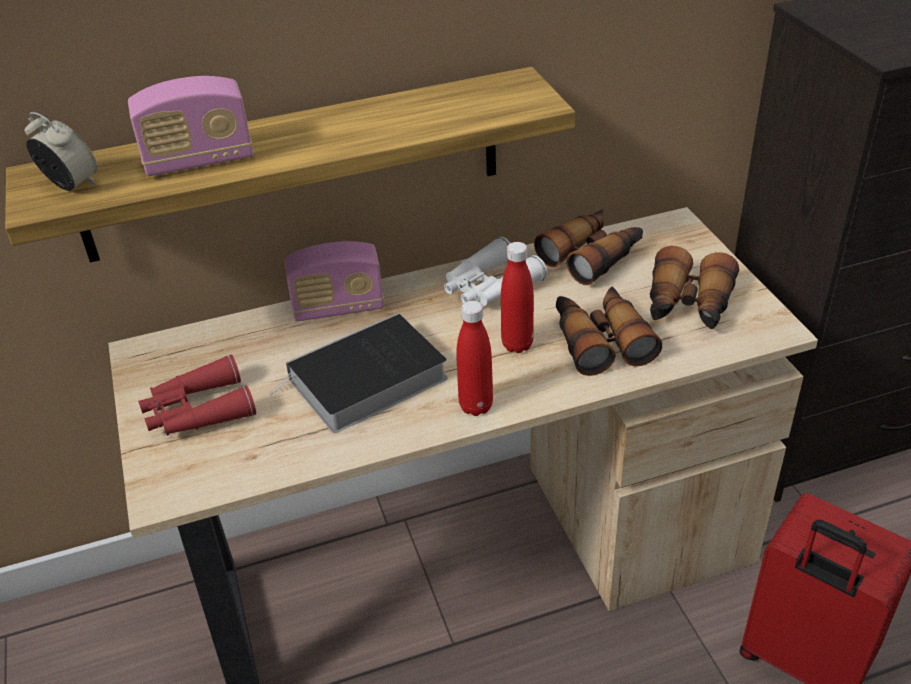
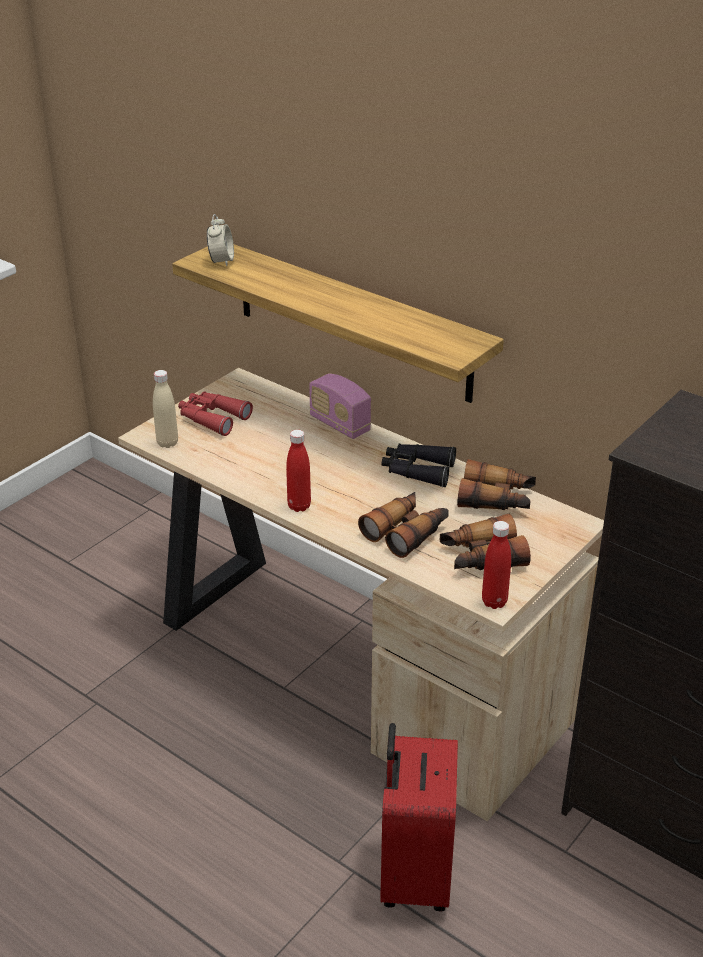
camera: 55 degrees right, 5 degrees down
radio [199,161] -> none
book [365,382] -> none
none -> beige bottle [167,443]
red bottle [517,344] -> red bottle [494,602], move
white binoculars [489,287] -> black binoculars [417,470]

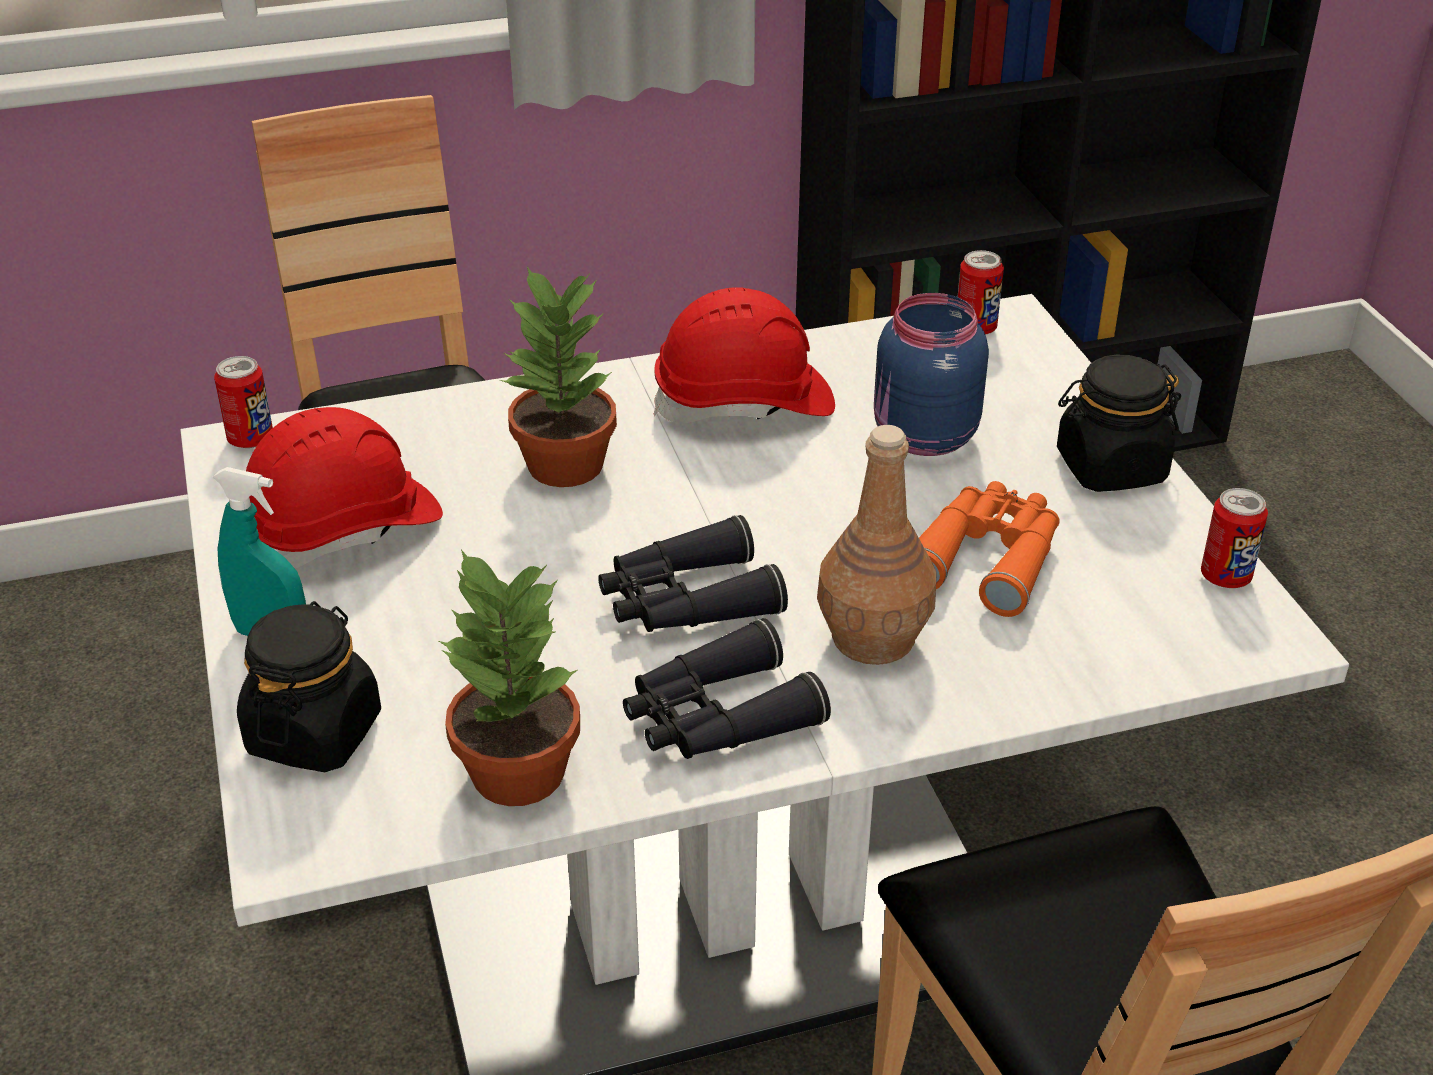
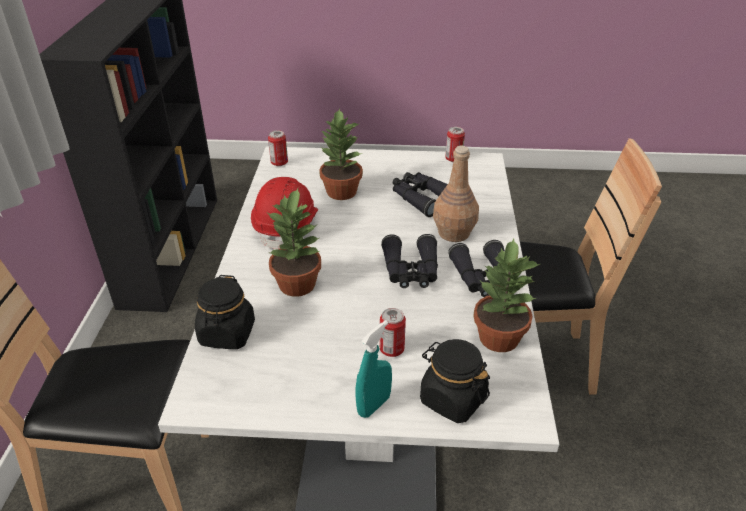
camera: 70 degrees left, 0 degrees up
red hard hat [344,529] -> none
can [250,439] -> can [391,349], move
black jar [1110,468] -> black jar [227,334], move
blue jar [922,437] -> potted plant [341,192]
orange binoculars [987,558] -> black binoculars [421,198]

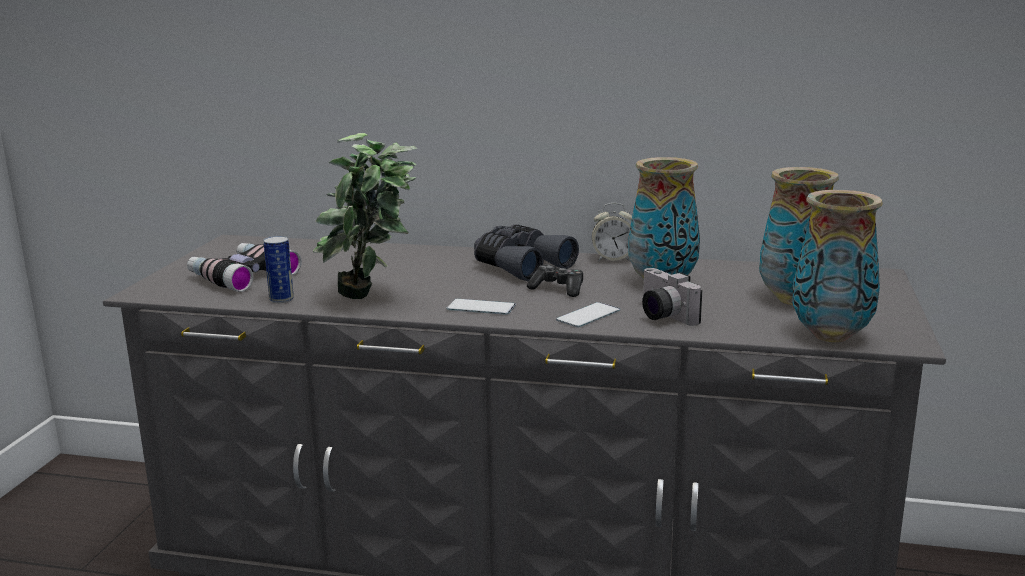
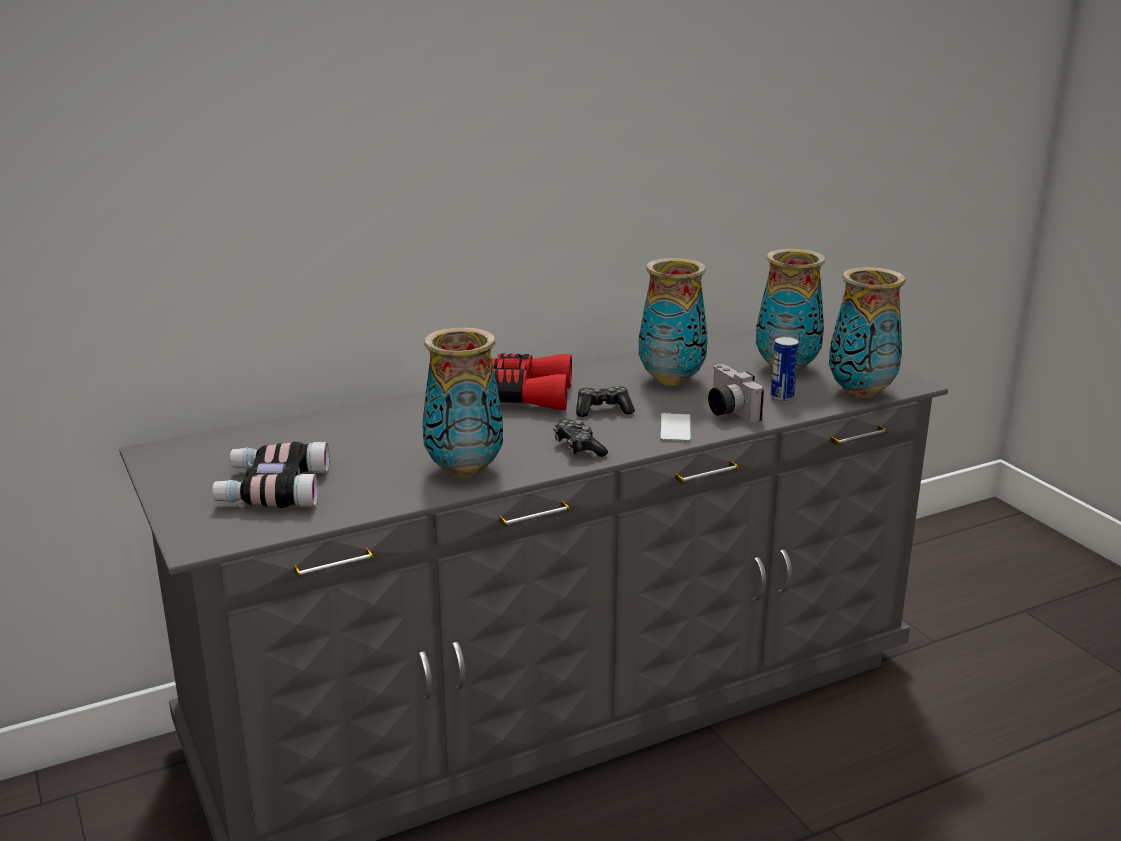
camera: 40 degrees left, 5 degrees up
alarm clock [612,259] -> none
can [281,299] -> can [782,398], move
potted plant [372,299] -> vase [465,470]
phone [481,307] -> game controller [578,448]
grey binoculars [520,266] -> red binoculars [525,396]
photo camera [661,316] -> photo camera [726,411], 45 degrees clockwise

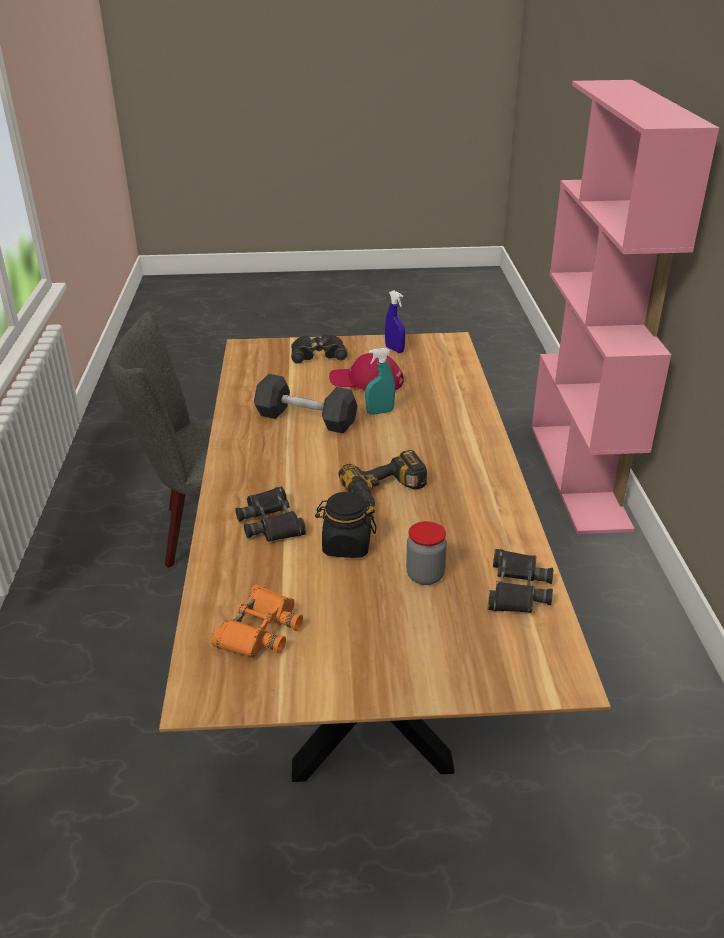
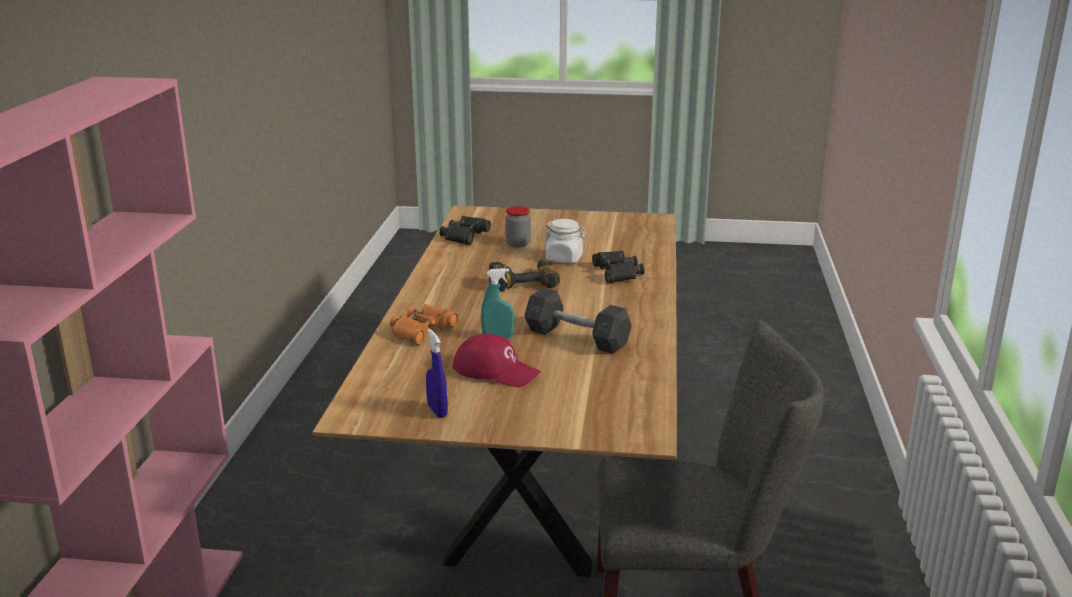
camera: 170 degrees left, 10 degrees down
black binoculars [318,354] -> none
orange binoculars [260,630] -> orange binoculars [422,330], move
black jar [346,545] -> white jar [564,259]

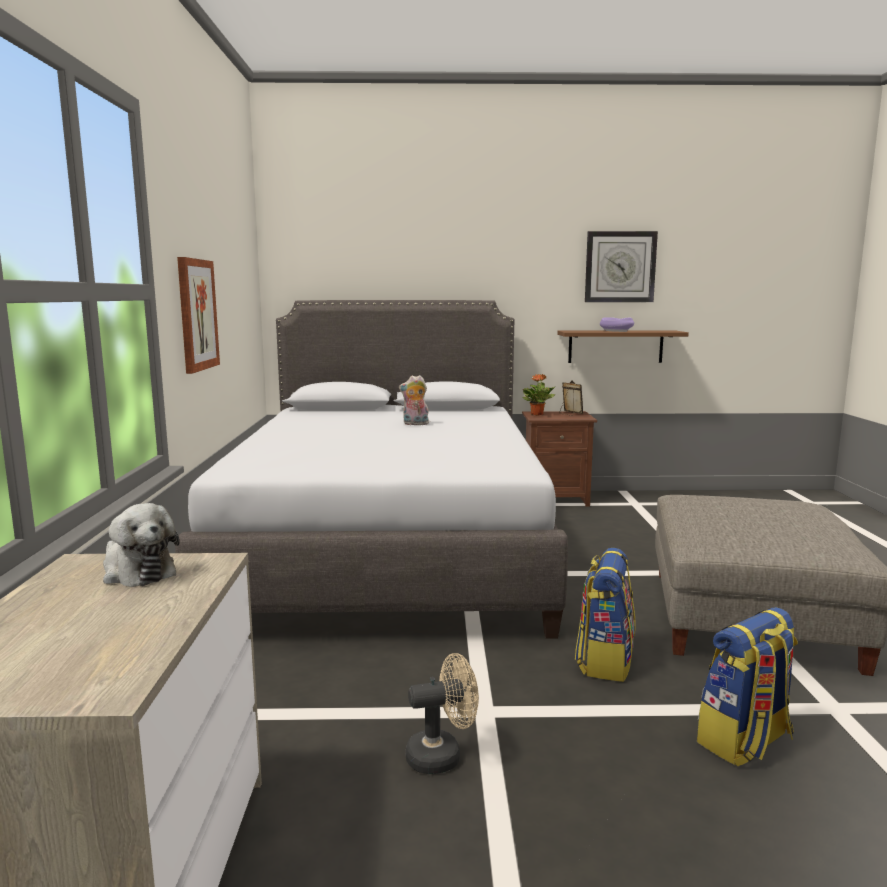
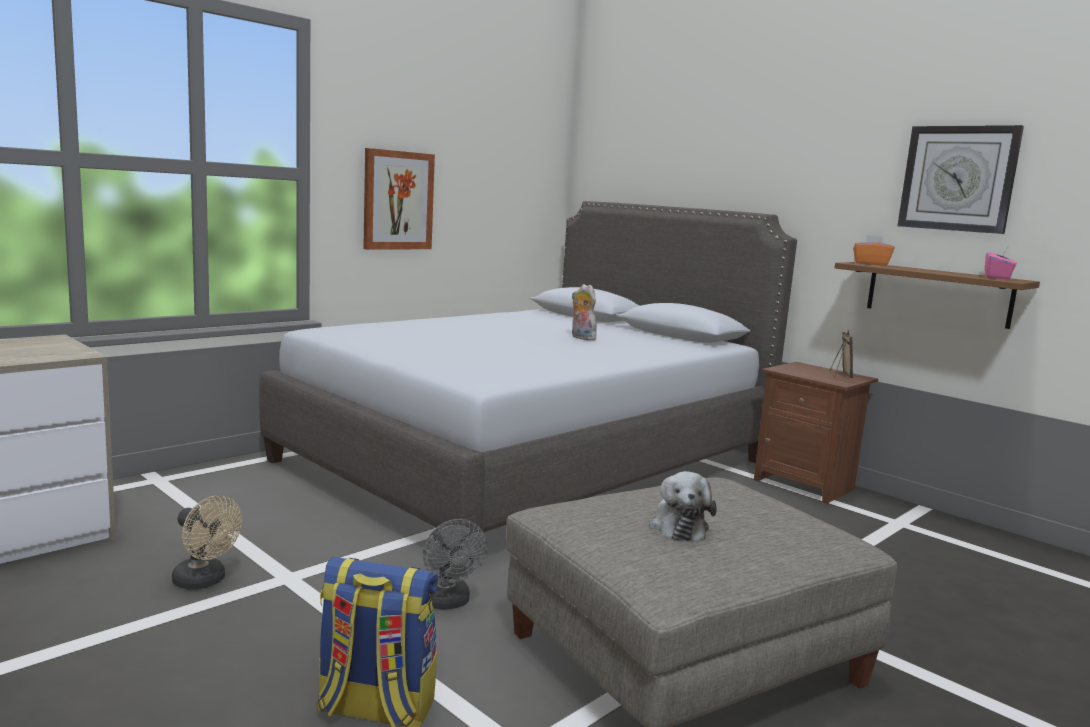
camera: 45 degrees right, 0 degrees up
potted plant [537,414] -> none
purple bowl [616,331] -> none
none -> orange tissue box [870,264]
none -> pink tissue box [997,278]
plush toy [137,571] -> plush toy [678,526], move
backpack [604,660] -> grey fan [448,603]

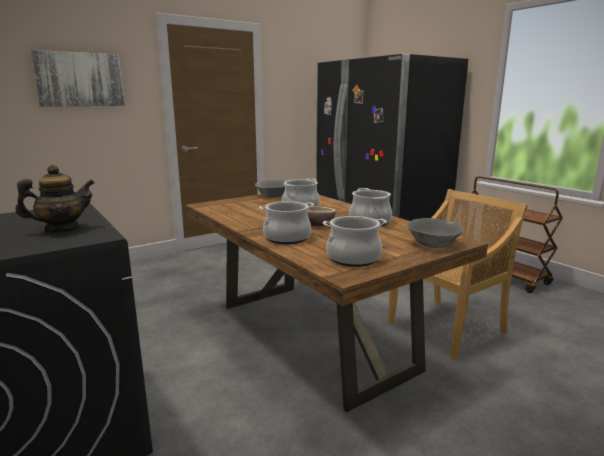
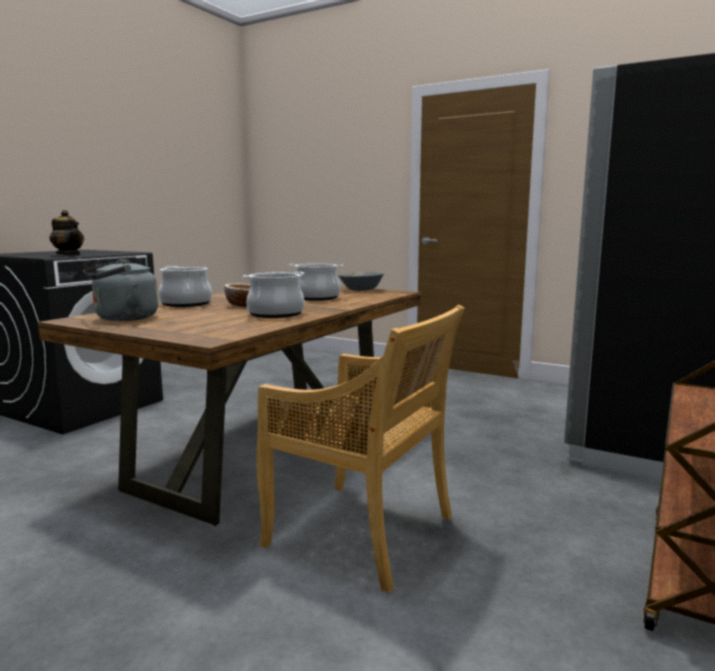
camera: 65 degrees right, 5 degrees down
picture [80,79] -> none
grey bowl [432,244] -> none
cooking pot [353,258] -> grey kettle [122,318]

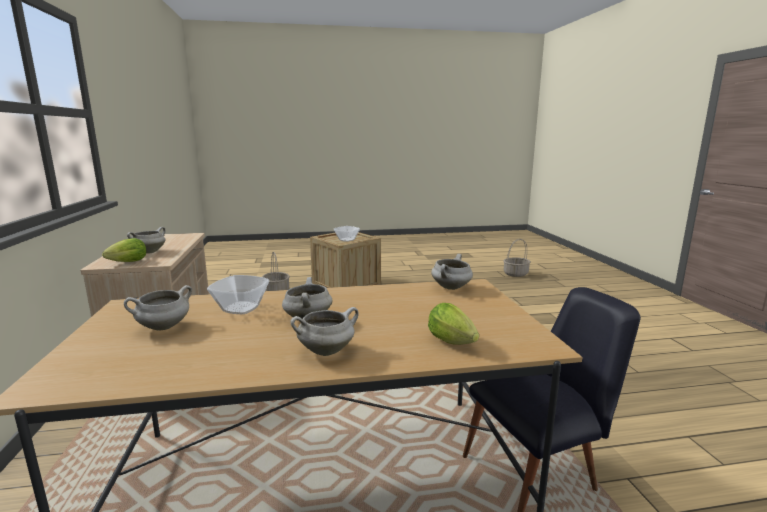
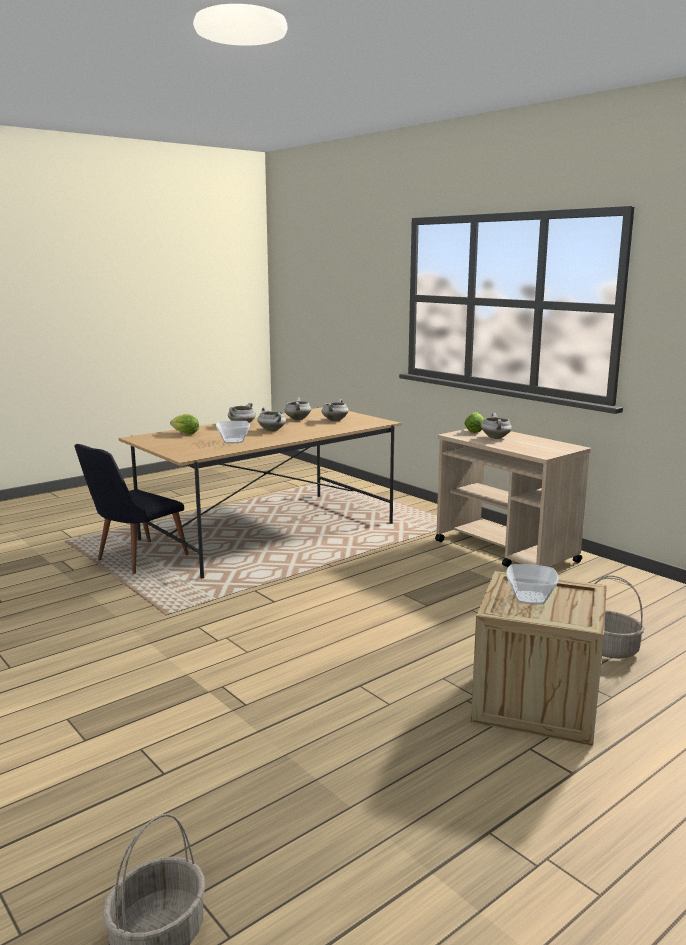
camera: 150 degrees right, 0 degrees up
bowl [242,308] -> bowl [233,441], move
white cooking pot [451,288] -> white cooking pot [297,419], move

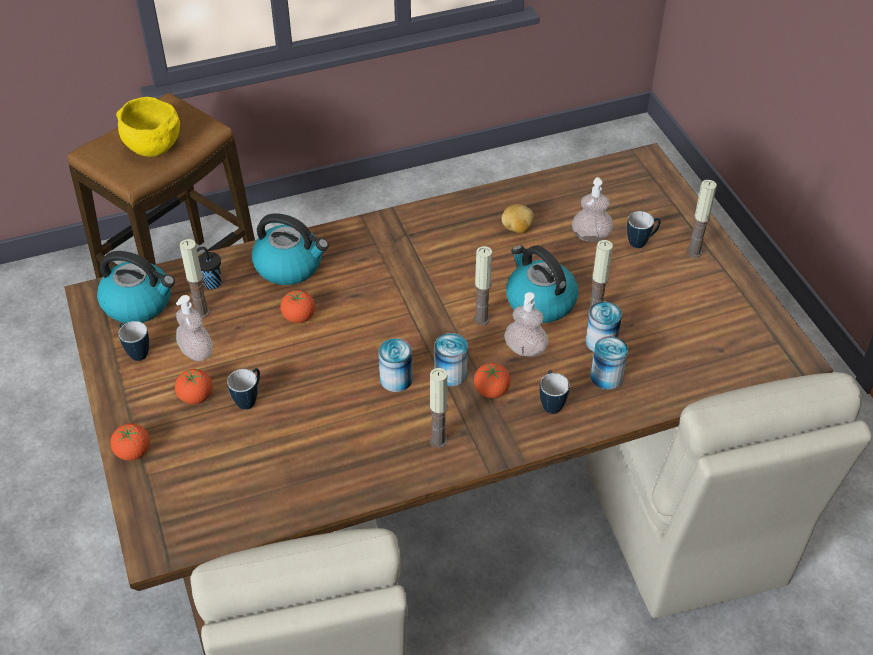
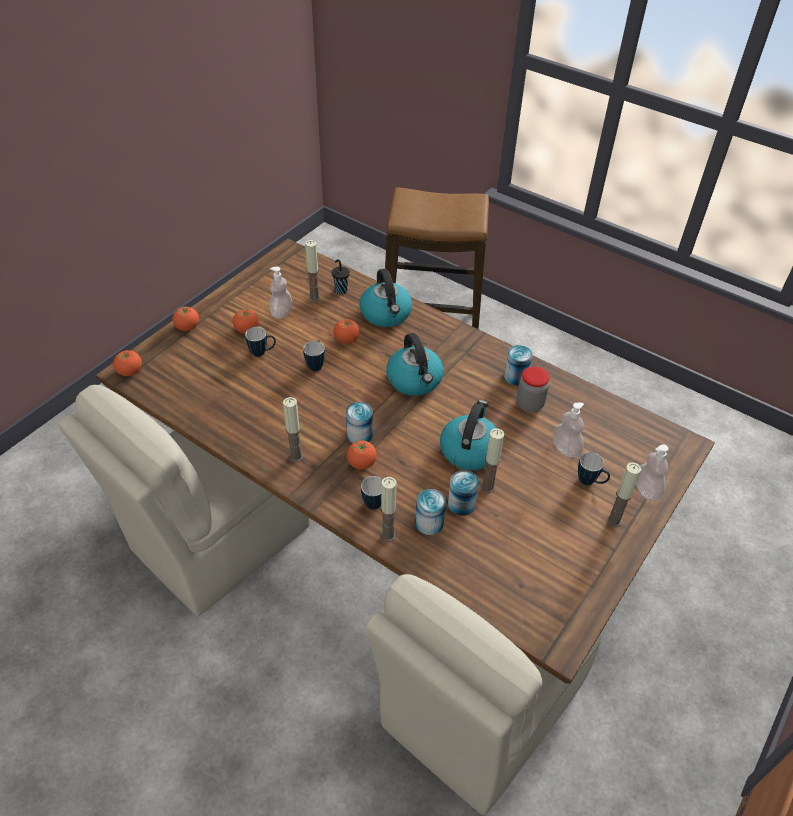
camera: 55 degrees right, 0 degrees up
yellow bowl [151,147] -> none
none -> tomato [130,372]
kettle [139,303] -> kettle [415,380], move
mug [136,352] -> mug [316,364], move
can [396,379] -> can [516,376], move
candle [481,319] -> candle [388,535], move
soap dispenser [525,349] -> soap dispenser [646,490], move
potato [517,229] -> jar [530,404]

